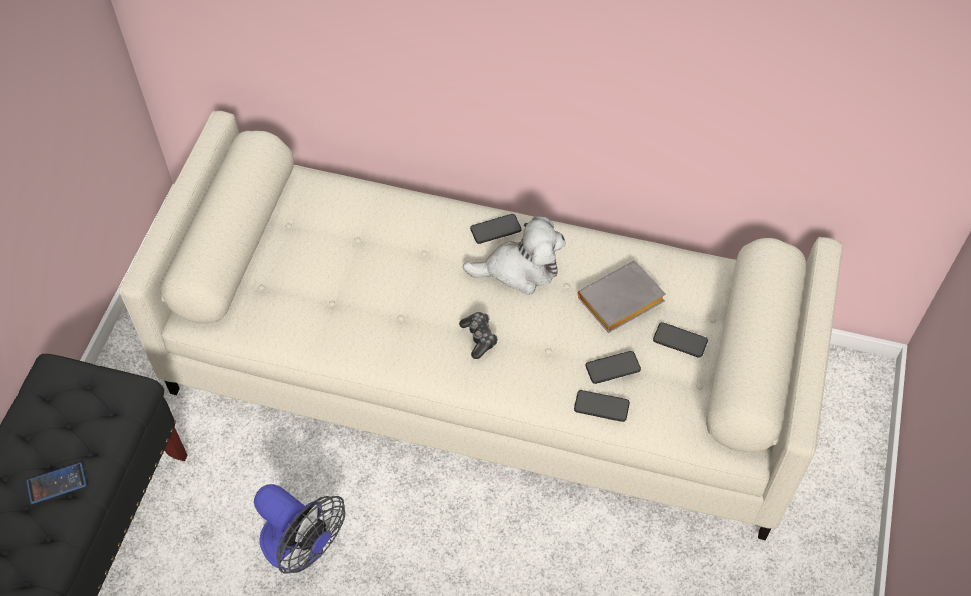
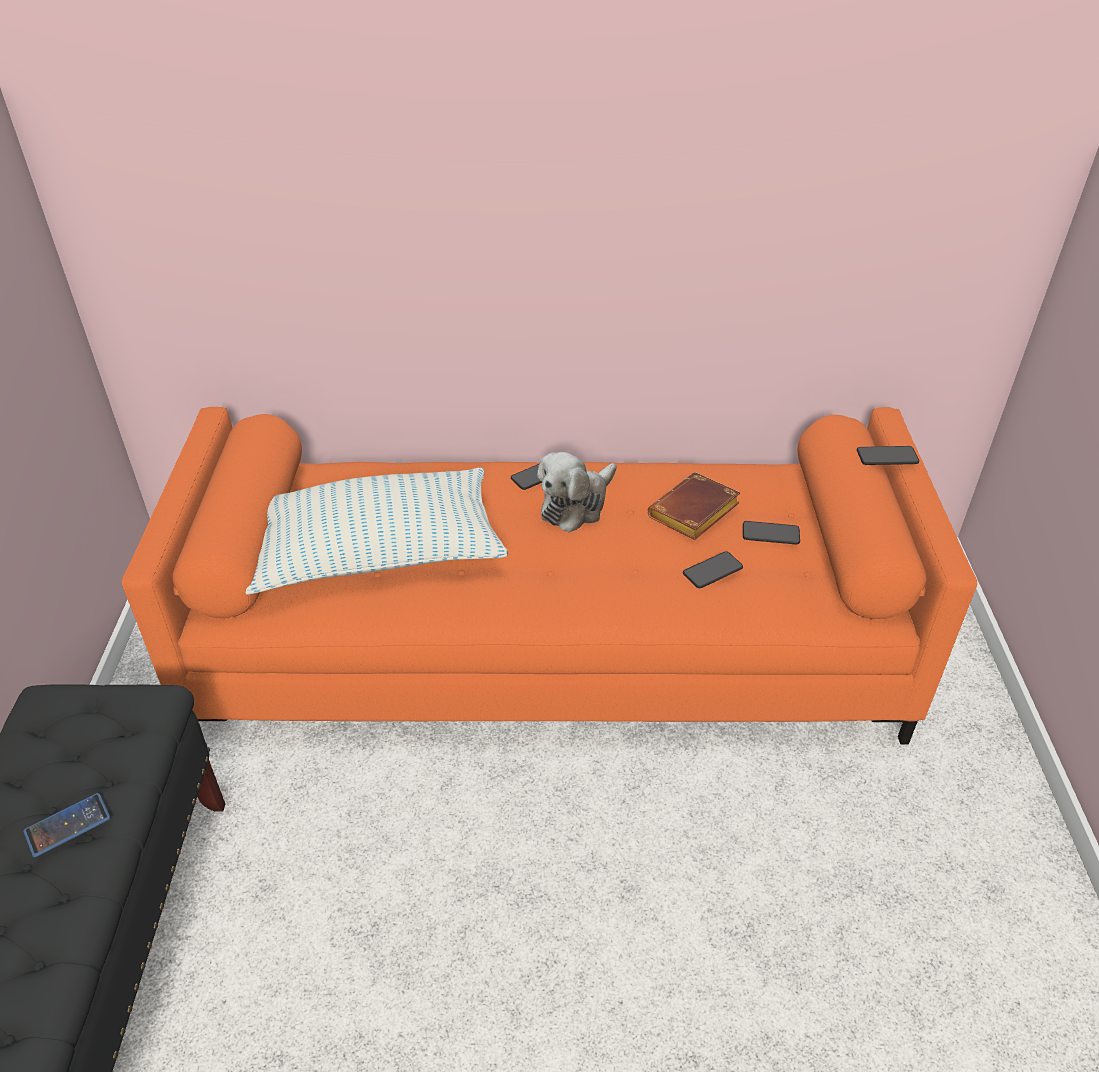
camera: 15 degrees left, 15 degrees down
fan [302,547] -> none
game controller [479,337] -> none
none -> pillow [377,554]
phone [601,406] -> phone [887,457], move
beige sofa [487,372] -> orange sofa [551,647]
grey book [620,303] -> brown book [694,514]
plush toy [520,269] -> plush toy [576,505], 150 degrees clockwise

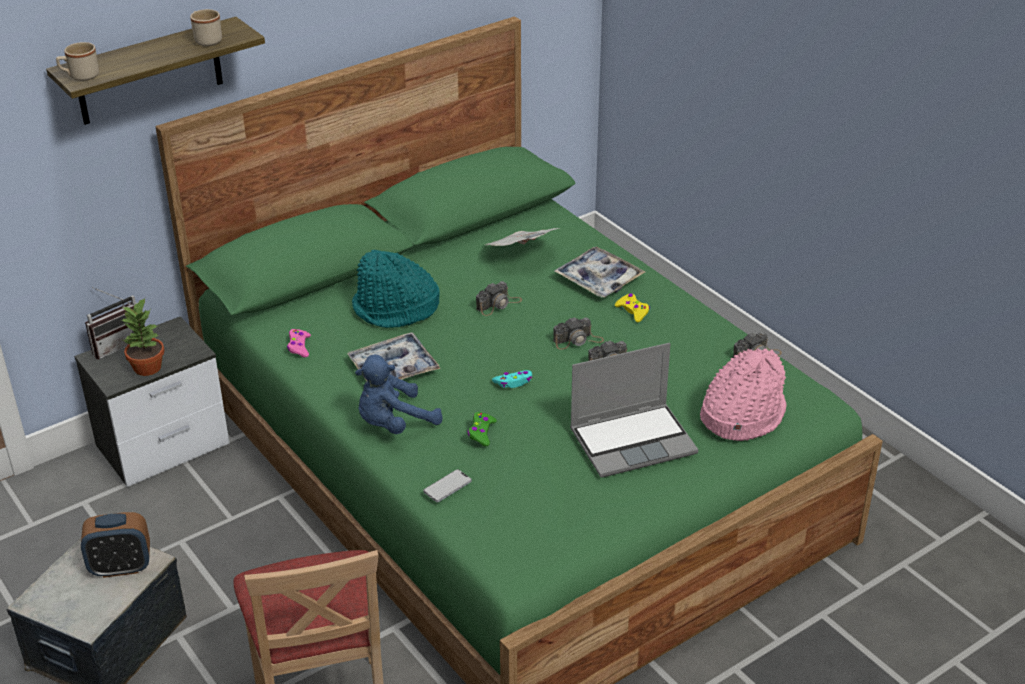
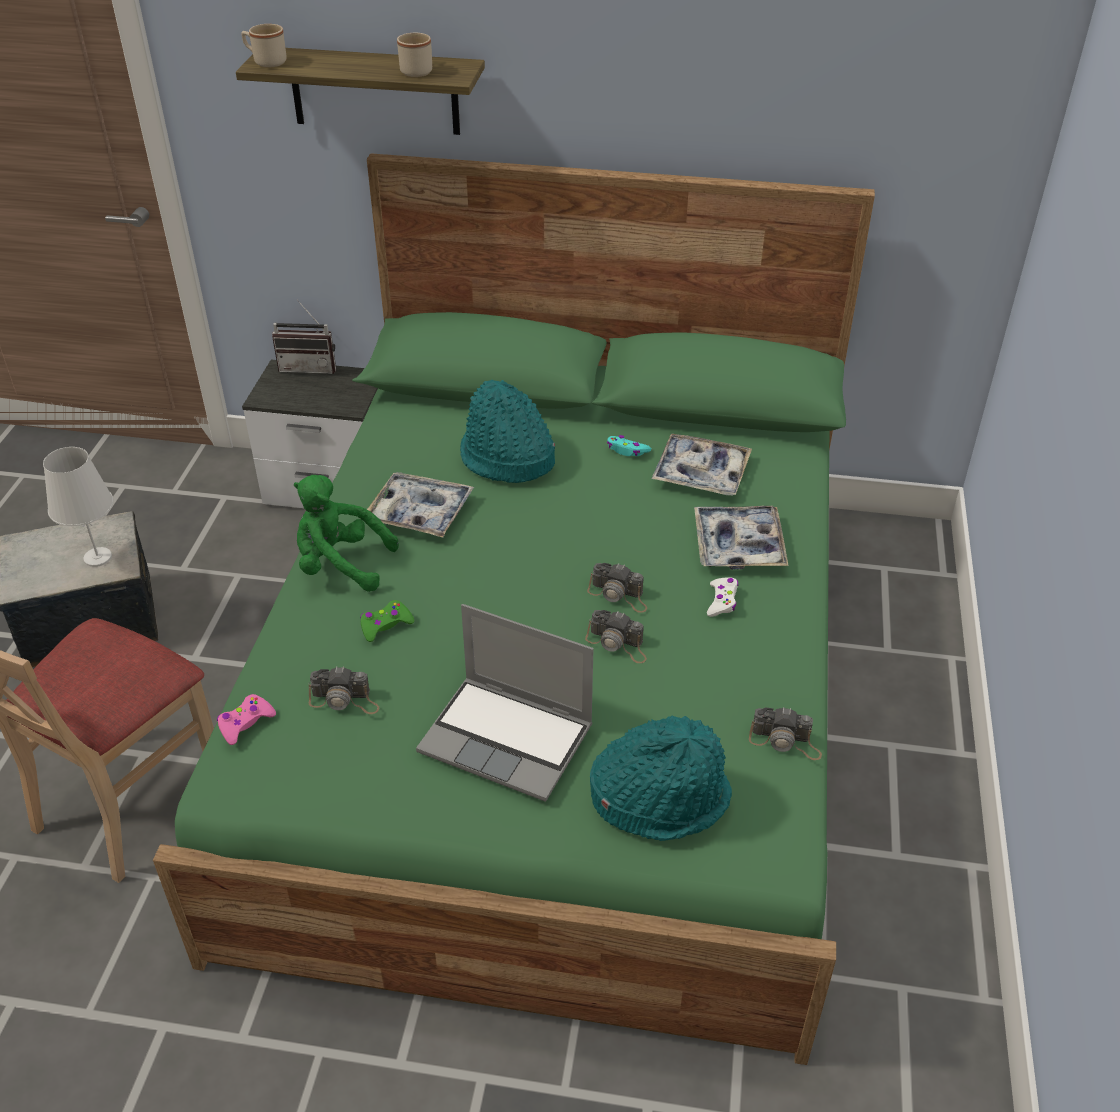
camera: 45 degrees right, 5 degrees up
potted plant [148,367] -> none
phone [447,486] -> none
pink game controller [299,347] -> pink game controller [245,723], move
photo camera [498,304] -> photo camera [345,700], move
turquoise game controller [513,382] -> turquoise game controller [627,450], move
alarm clock [121,567] -> white table lamp [97,558]
newspaper [521,254] -> tray [701,473]
blue plush toy [394,424] -> green plush toy [340,565]
yellow game controller [633,311] -> white game controller [722,601]
pink hat [741,415] -> turquoise hat [660,796]

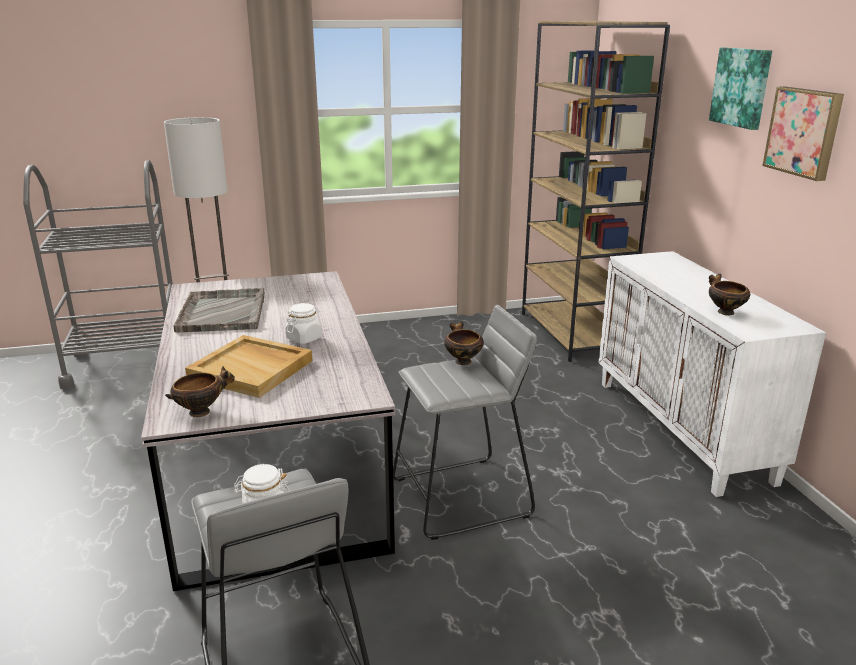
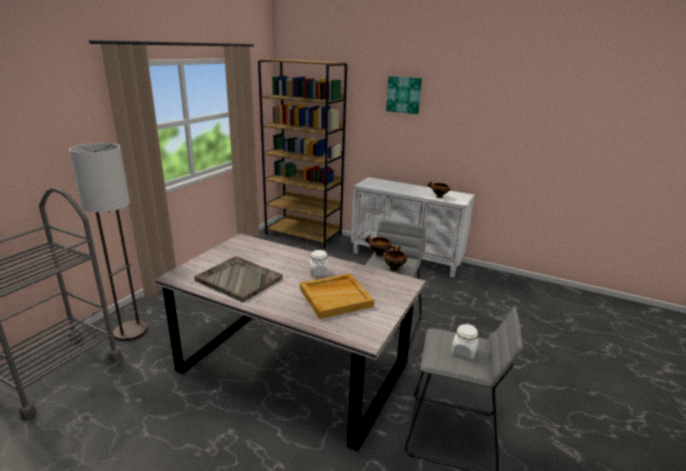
camera: 50 degrees left, 0 degrees up
picture [804,132] -> none
bowl [202,411] -> bowl [394,268], move

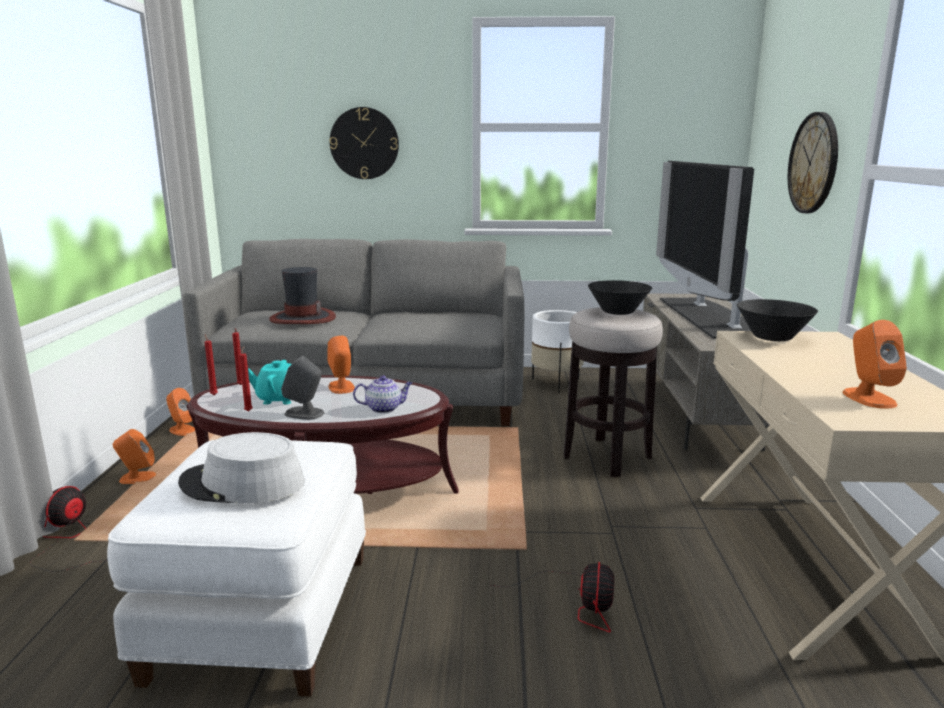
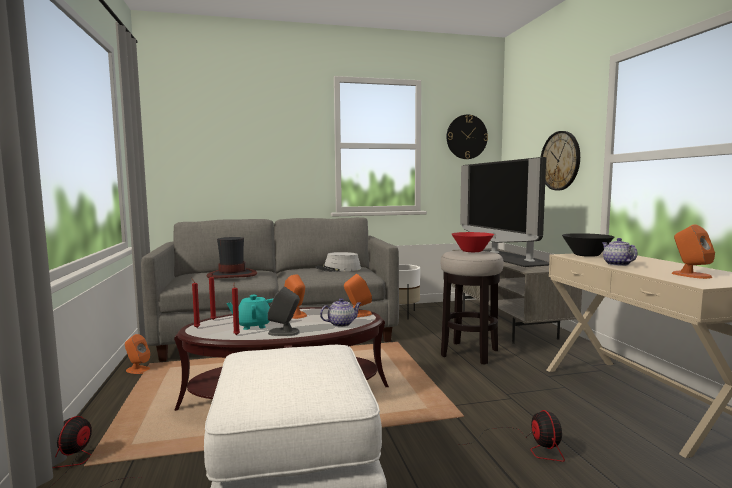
camera: 15 degrees left, 10 degrees down
none -> teapot [616,264]
orange speaker [137,478] -> orange speaker [358,314], move
grey hat [242,484] -> grey hat [338,269], move
wall clock [364,143] -> wall clock [466,137], move
black bowl [618,312] -> red bowl [472,251]

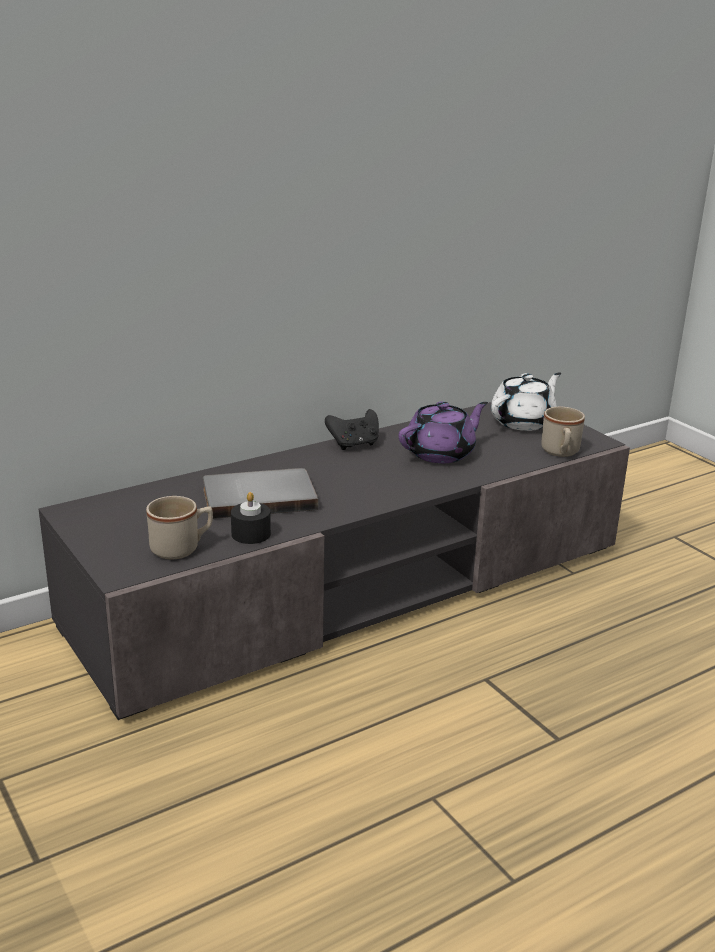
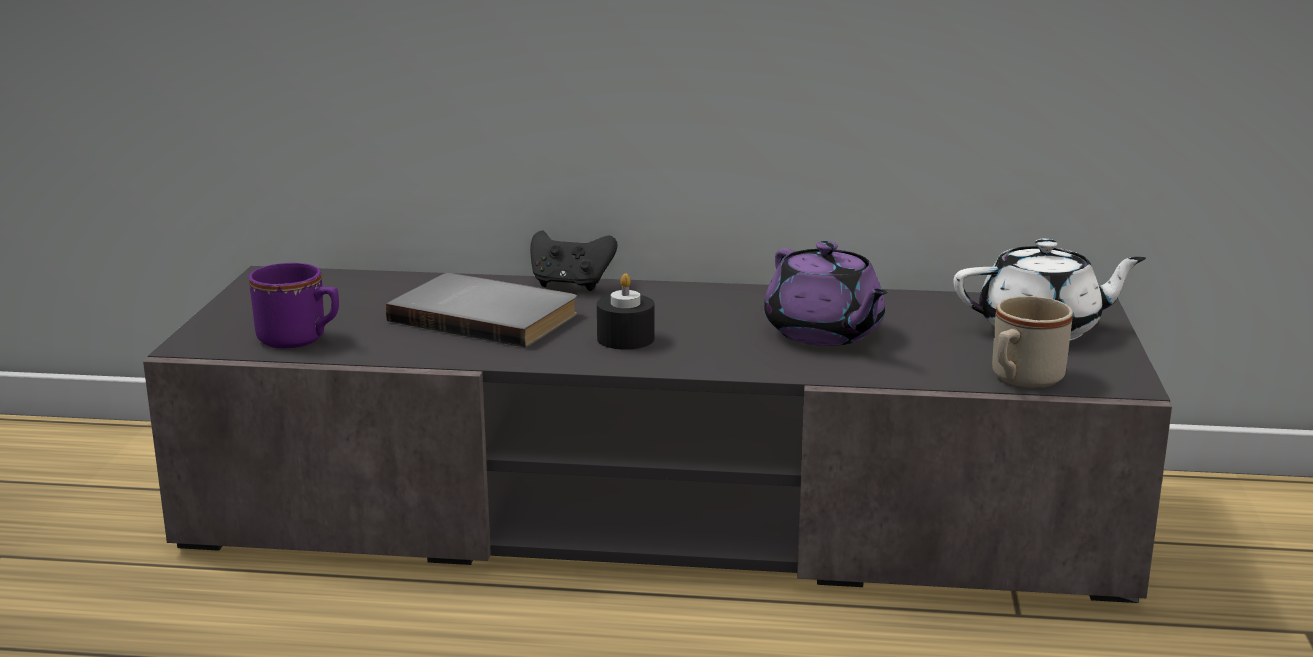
camera: 40 degrees right, 5 degrees down
black candle [251,534] -> black candle [625,339], move
black game controller [354,444] -> black game controller [570,285], move
beige mug [182,548] -> purple mug [300,340]
purple teapot [441,453] -> purple teapot [824,333], 60 degrees clockwise

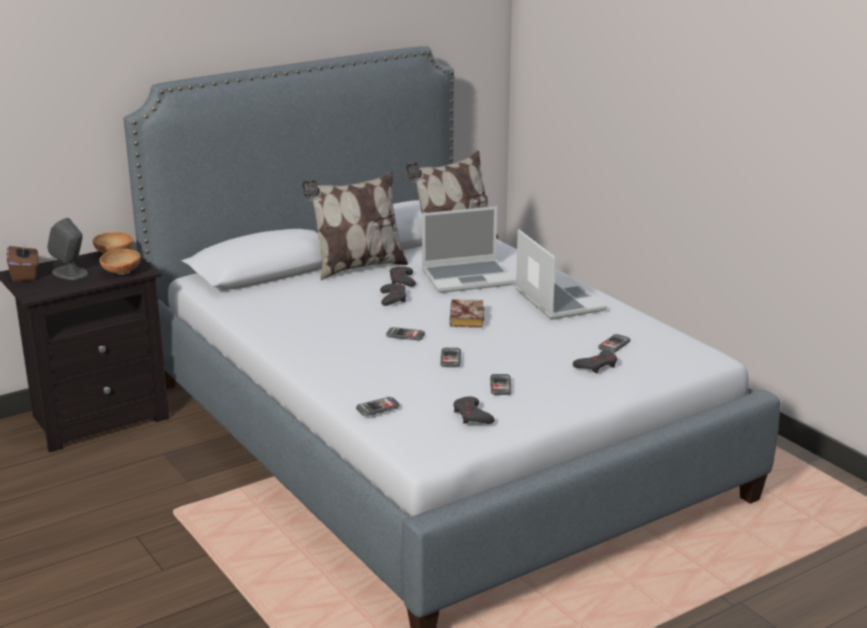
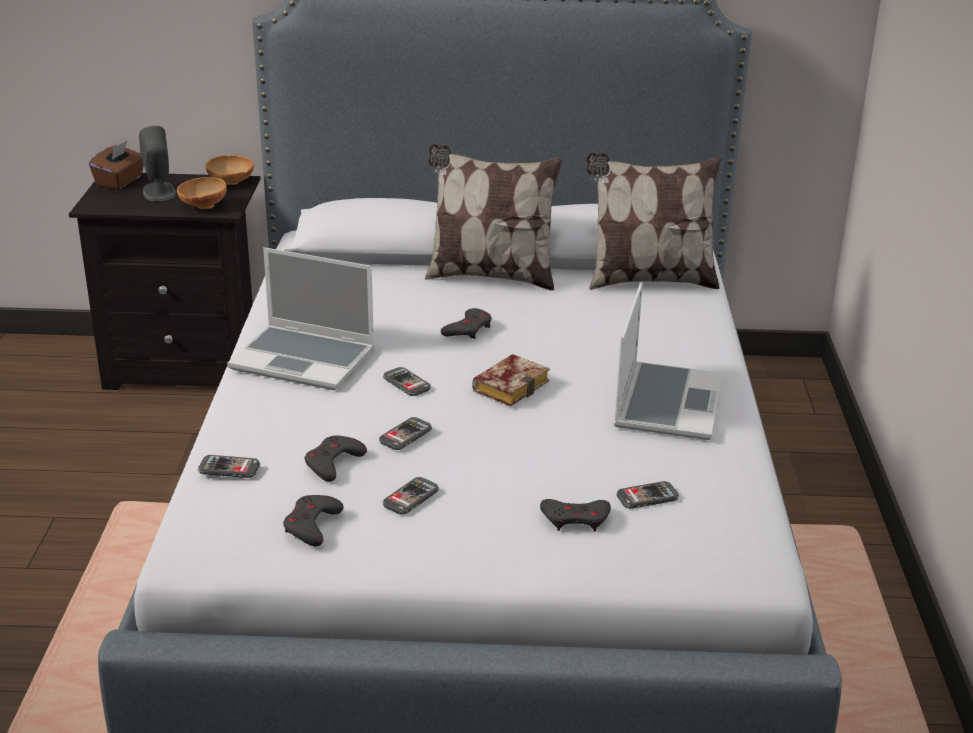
camera: 35 degrees right, 5 degrees up
grey game controller [402,280] -> grey game controller [333,463], move
laptop [467,277] -> laptop [305,359], move

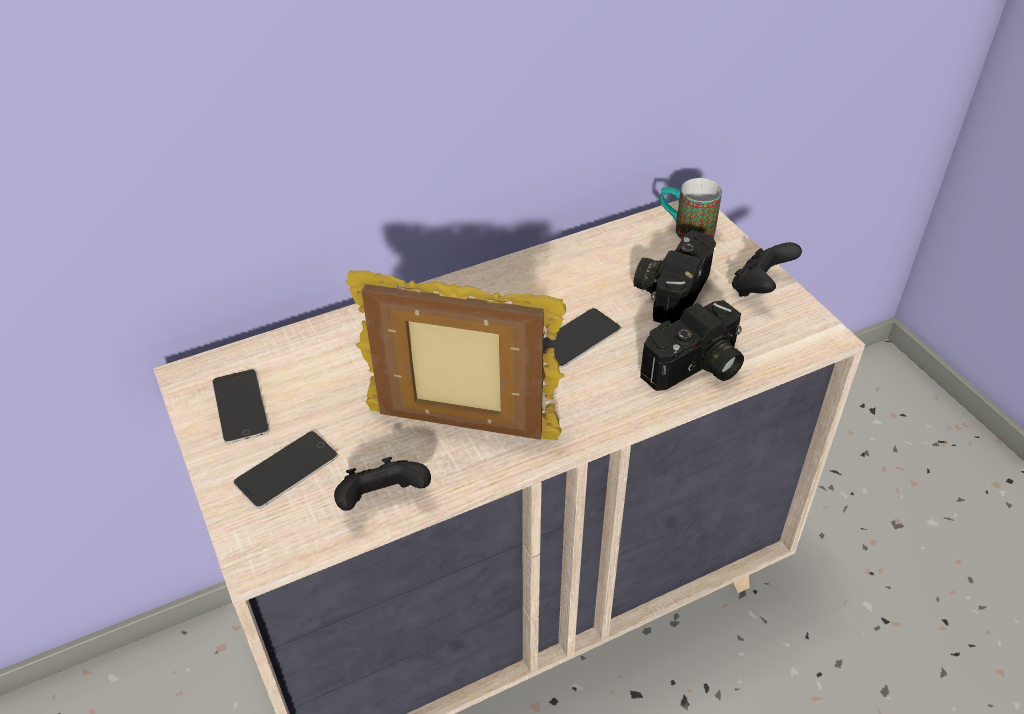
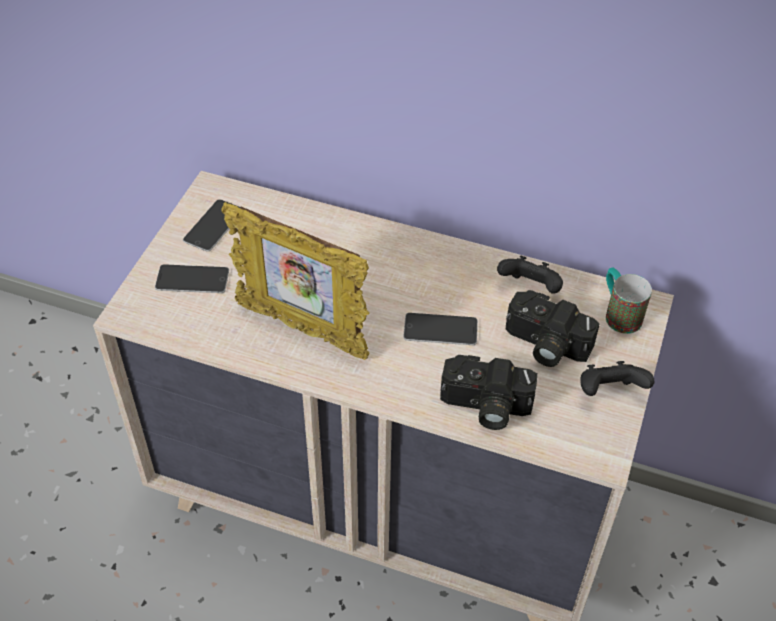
camera: 45 degrees right, 5 degrees up
black game controller [383,501] -> black game controller [530,288], move
picture frame [462,429] -> picture frame [302,330], 150 degrees clockwise
photo camera [670,290] -> photo camera [544,345], 135 degrees counterclockwise

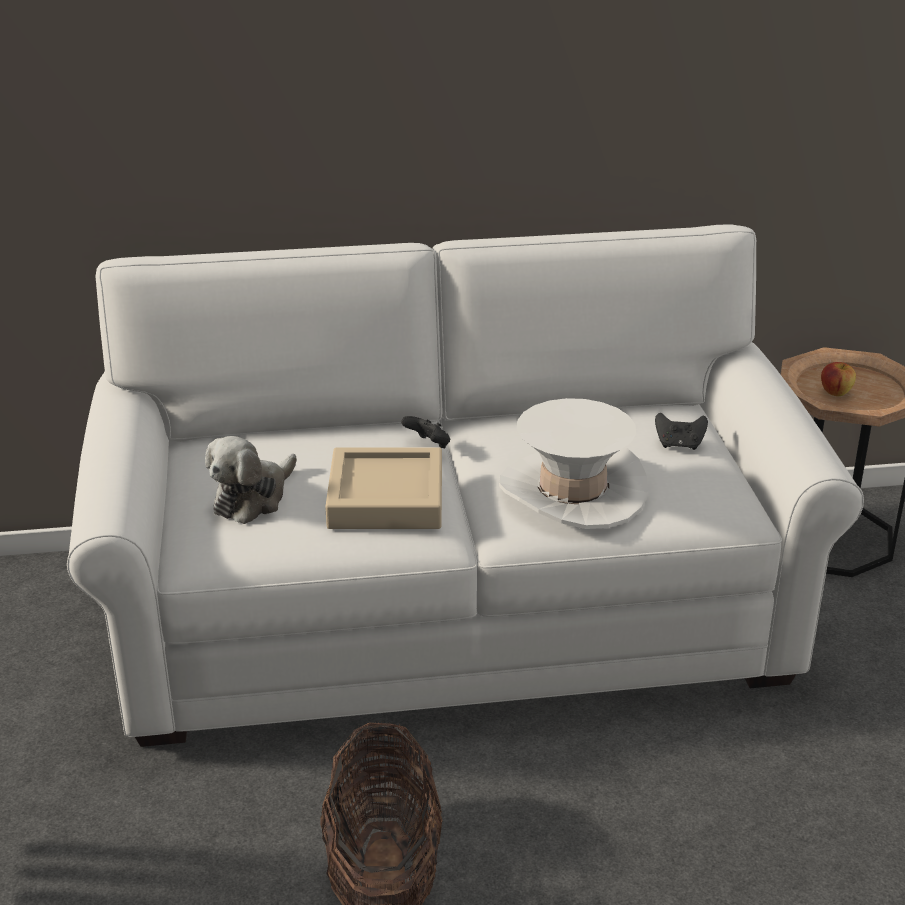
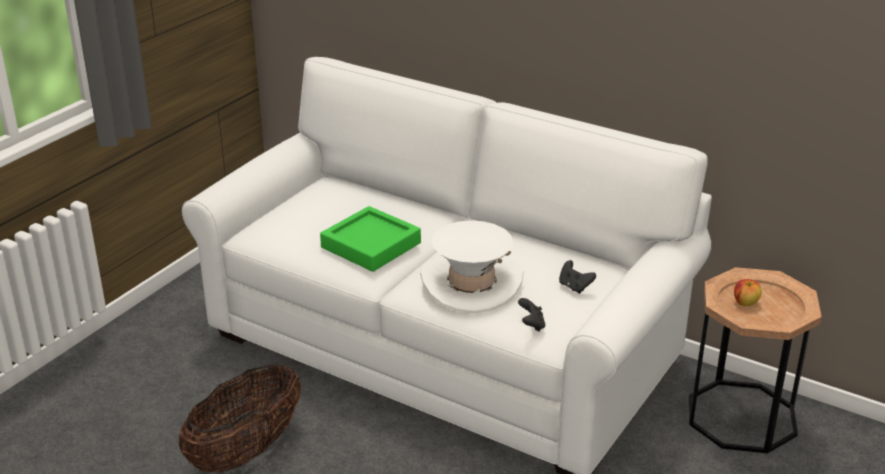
camera: 40 degrees right, 0 degrees up
plush toy [253,498] -> none
black game controller [428,445] -> black game controller [531,325], move
beige tray [386,498] -> green tray [371,245]

